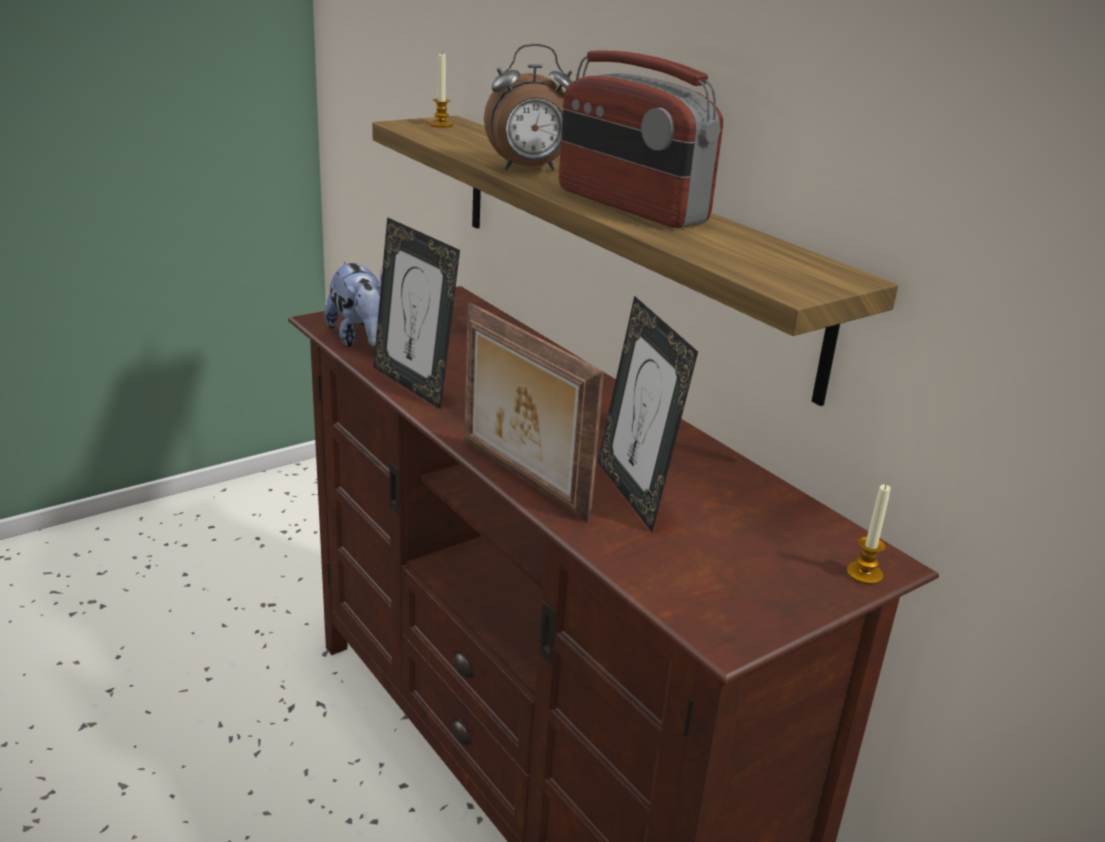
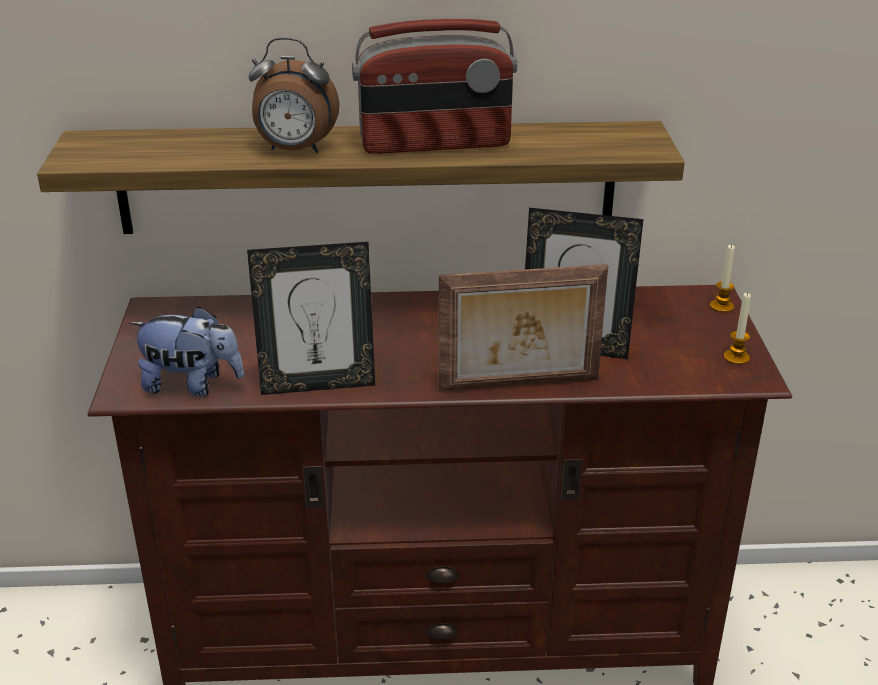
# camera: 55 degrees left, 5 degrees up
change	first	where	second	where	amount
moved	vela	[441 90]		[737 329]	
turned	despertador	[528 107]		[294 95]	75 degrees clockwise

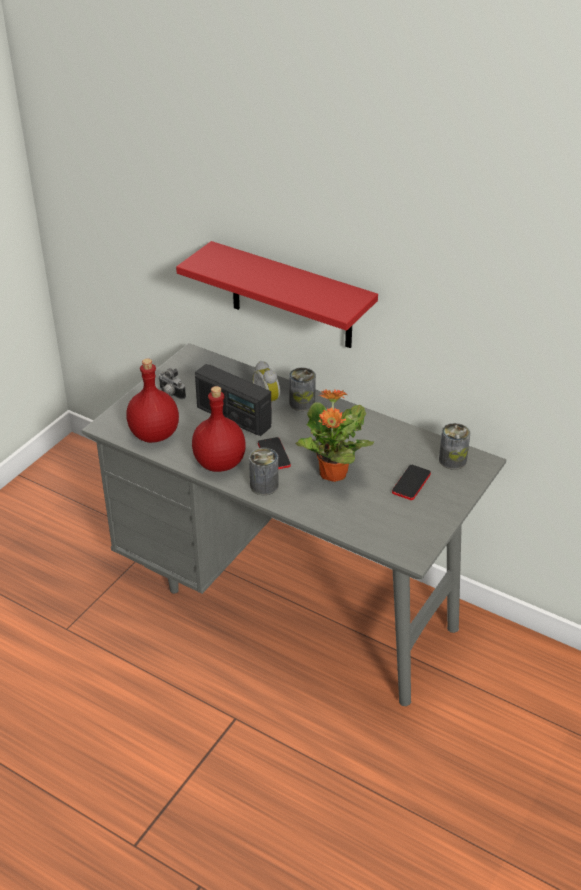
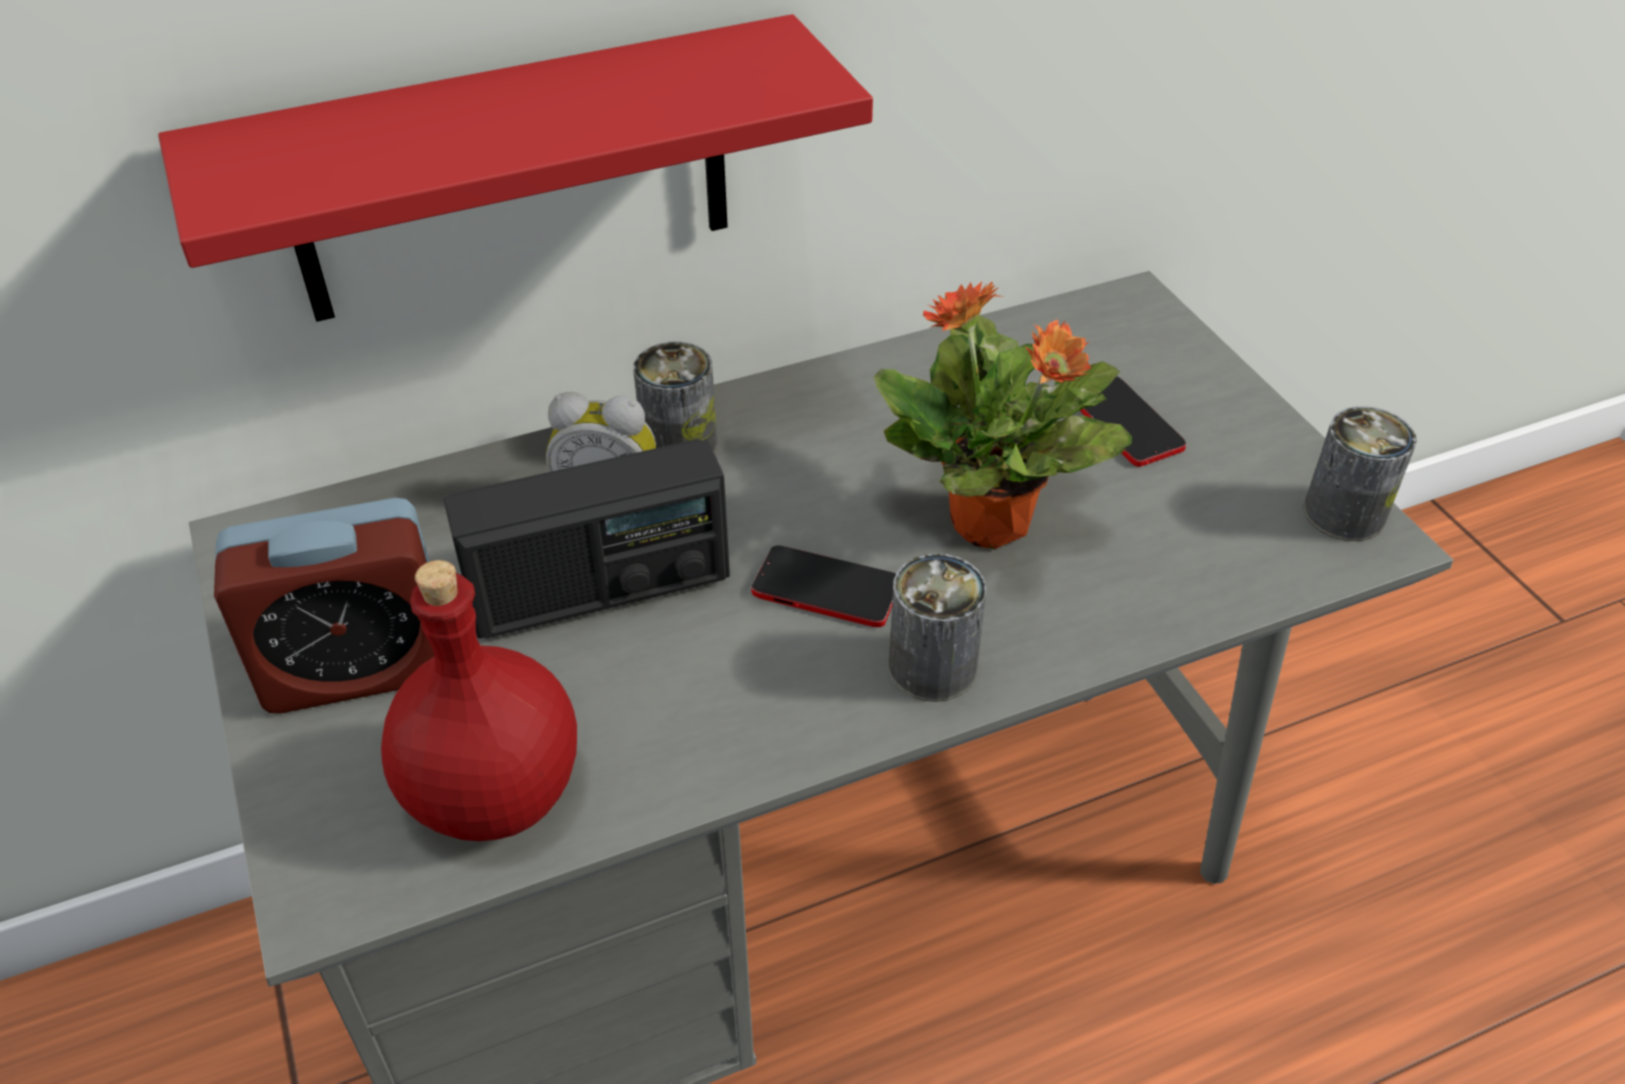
# camera: 55 degrees left, 5 degrees up
change	first	where	second	where	amount
removed	botella (rojo)	[219 429]			
moved	lata	[454 446]		[1360 473]	
replaced	cámara	[172 383]	despertador	[324 606]	

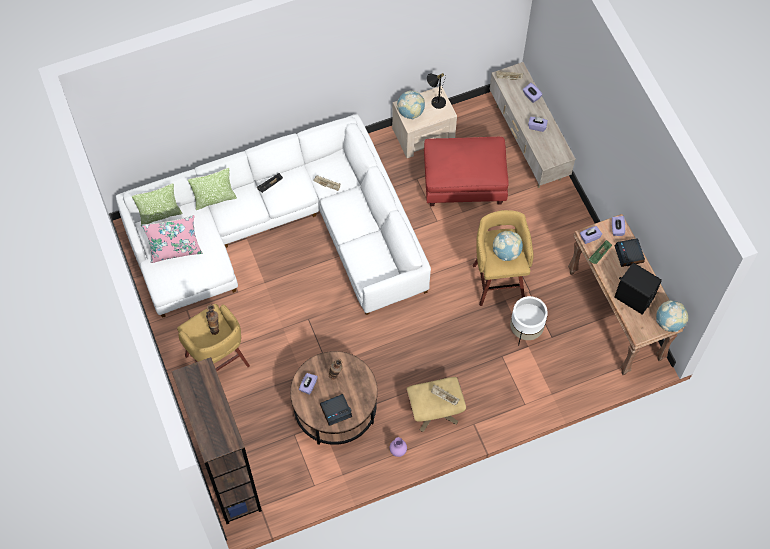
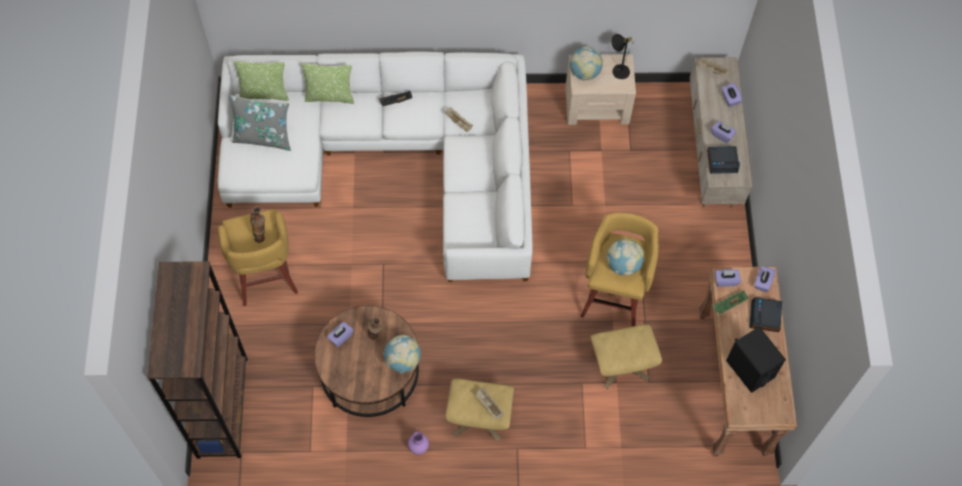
# camera: 20 degrees right, 0 degrees up
change	first	where	second	where	amount
removed	puf (rojo)	[466 171]			
moved	despertador	[336 410]		[723 160]	
moved	globo terráqueo	[672 316]		[402 354]	
replaced	maceta (blanco)	[529 321]	puf (beis)	[626 356]	
recoloured	cojín (rosa)	[172 239]	cojín (gris)	[259 123]	

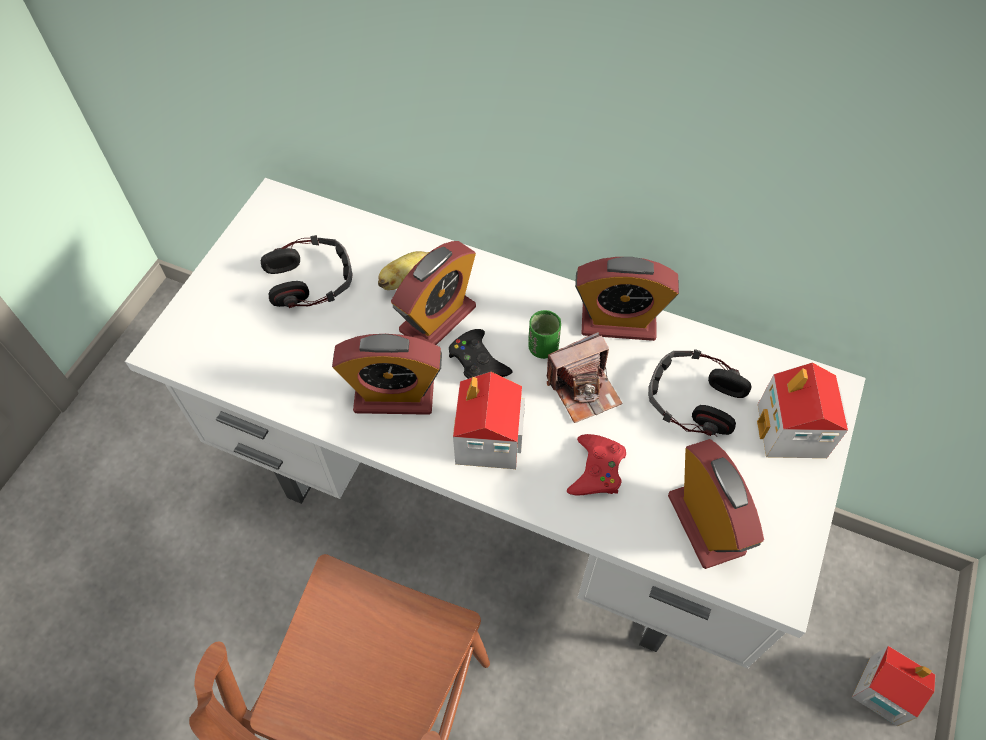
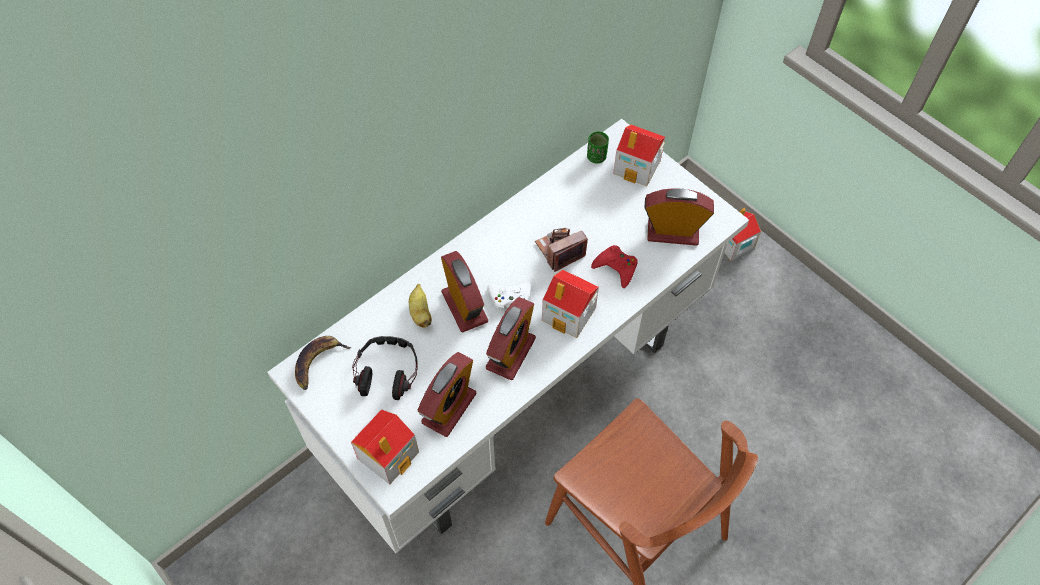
# camera: 65 degrees left, 0 degrees up
change	first	where	second	where	amount
removed	auriculares	[700 392]			
added			plátano	[323 363]	
added			casita	[385 447]	
moved	taza (verde)	[544 334]		[598 147]	
moved	despertador	[627 299]		[447 394]	
recoloured	mando de consola (negro)	[481 354]	mando de consola (blanco)	[509 296]	
turned	cámara	[584 377]		[561 250]	120 degrees counterclockwise

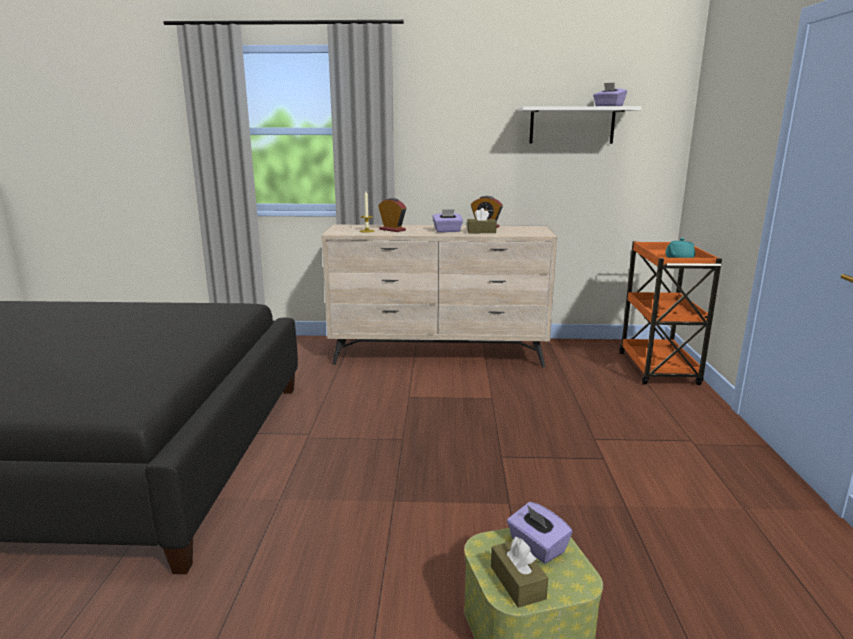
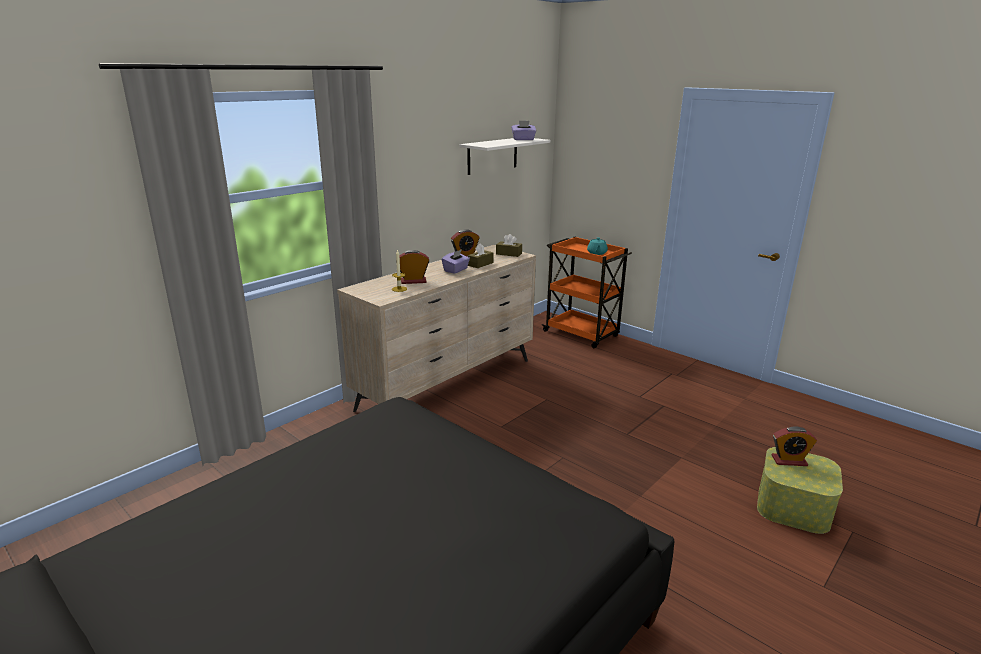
# camera: 50 degrees left, 5 degrees up
change	first	where	second	where	amount
moved	caja de pañuelos (marrón)	[519 572]		[509 245]	
replaced	caja de pañuelos (morado)	[540 533]	despertador	[794 446]	

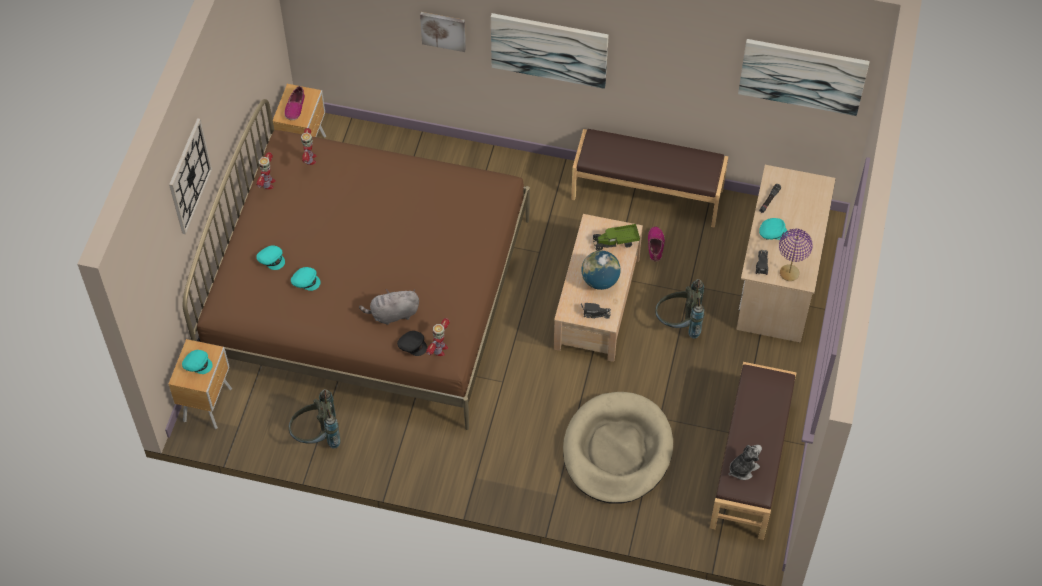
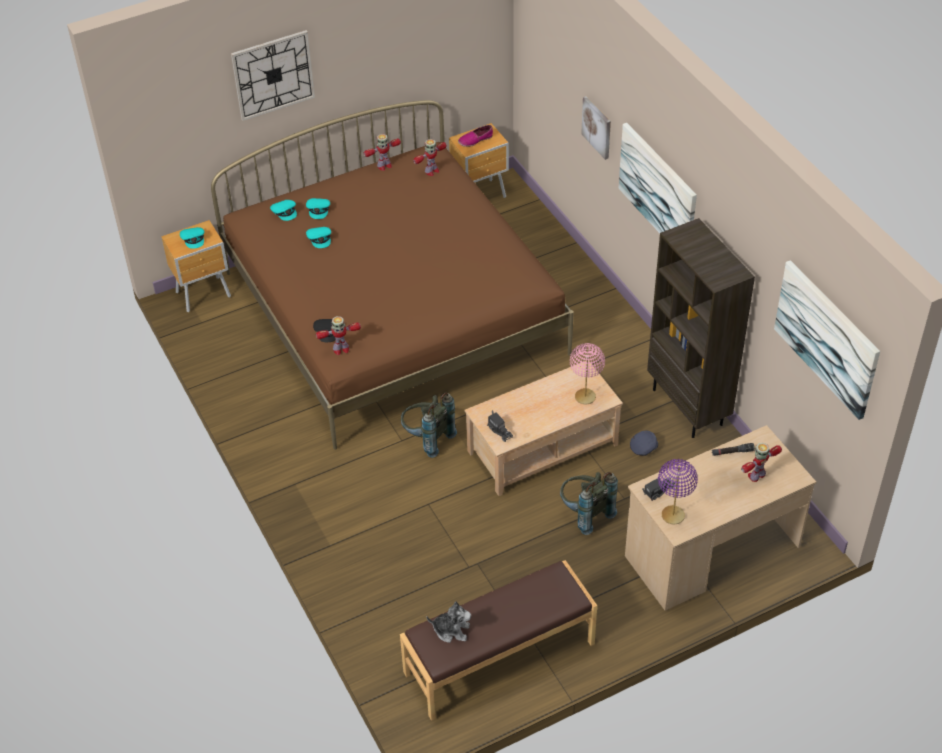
# camera: 50 degrees right, 10 degrees down
change	first	where	second	where	amount
removed	peluche (gris)	[389 307]			
removed	cama para perro (beis)	[618 448]			
removed	globo terráqueo	[601 270]			
added			robot de juguete	[761 462]	
moved	mochila (gris)	[314 419]		[429 425]	
moved	gorra (turquesa)	[773 229]		[283 210]	
replaced	banco (marrón)	[649 178]	estantería (marrón)	[701 328]	
replaced	camión de juguete	[616 237]	lámpara de mesa (rosa)	[587 374]	
replaced	zapato	[656 244]	gorra (gris)	[644 443]	

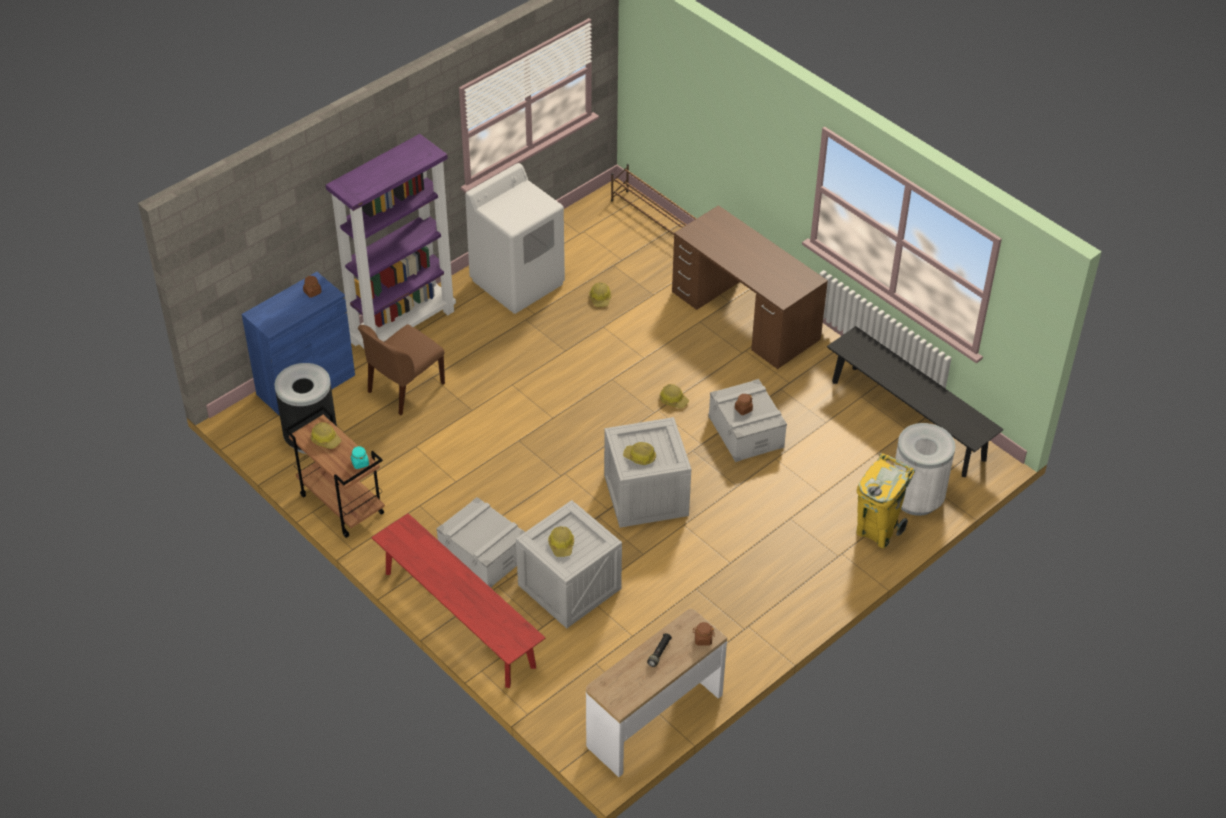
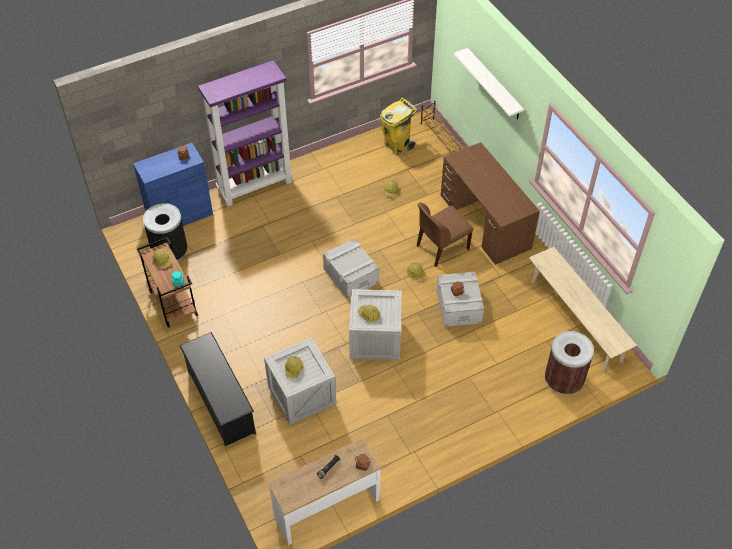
# camera: 15 degrees right, 5 degrees up
change	first	where	second	where	amount
removed	lavadora (blanco)	[515 238]			
added			estante (blanco)	[489 83]	
moved	silla (marrón)	[401 369]		[444 234]	
moved	caja de almacenaje (gris)	[480 542]		[351 268]	
moved	papelera (amarillo)	[885 500]		[398 127]	
replaced	banco (rojo)	[458 600]	zapatero (negro)	[217 389]	
recoloured	banco (negro)	[915 401]	banco (beis)	[583 309]	
recoloured	papelera (blanco)	[924 469]	papelera (marrón)	[569 363]	

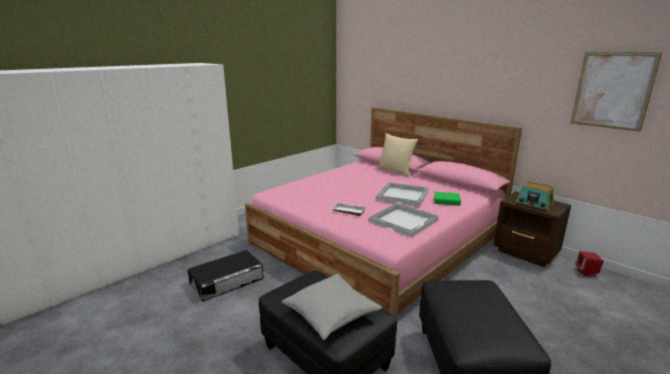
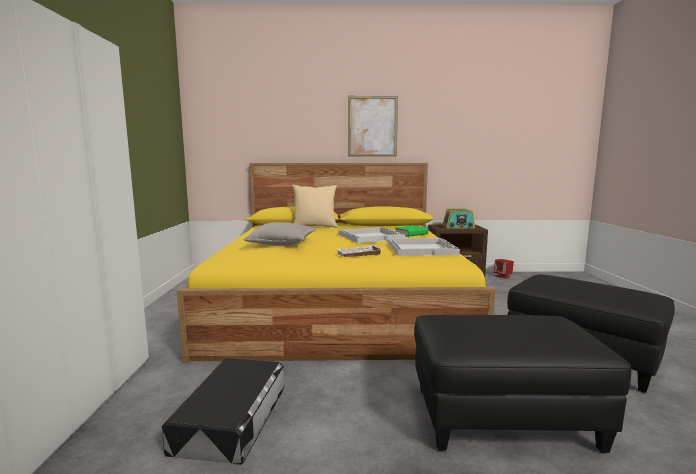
# camera: 45 degrees left, 10 degrees down
change	first	where	second	where	amount
moved	cojín (gris)	[332 307]		[280 234]	
moved	cuadro	[616 92]		[373 126]	
recoloured	cama (rosa)	[383 212]	cama (amarillo)	[336 263]	

